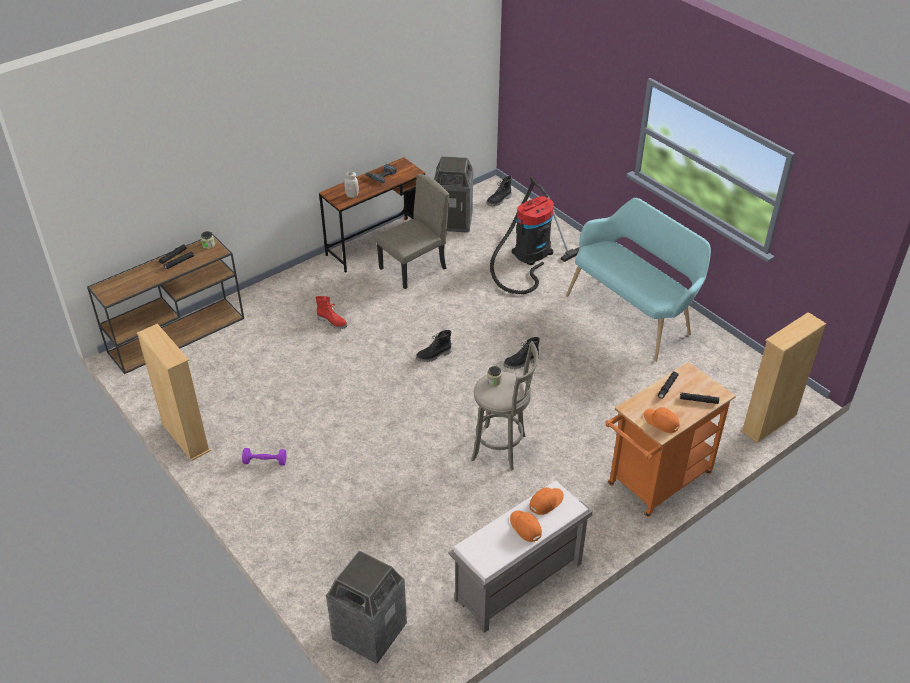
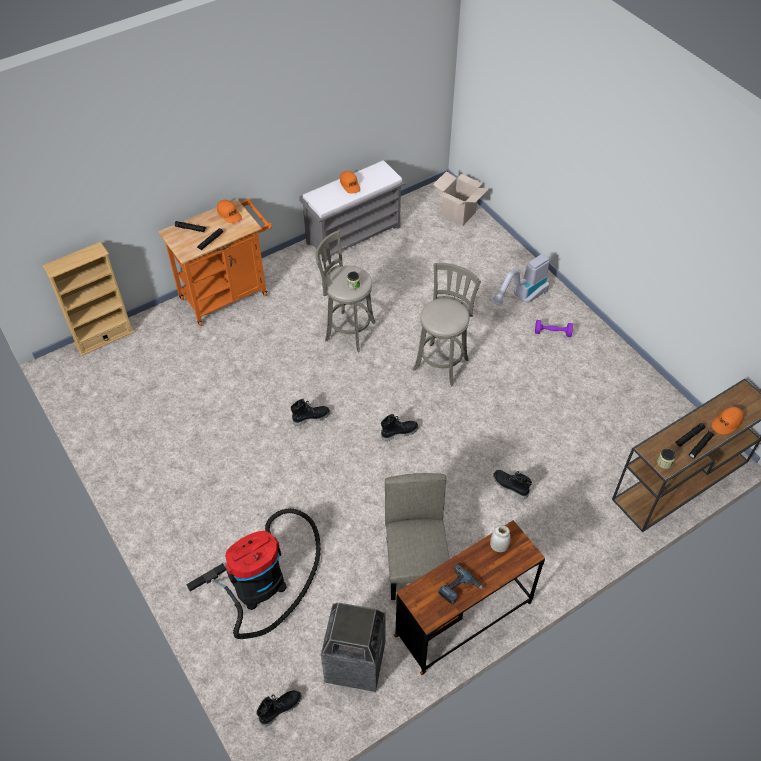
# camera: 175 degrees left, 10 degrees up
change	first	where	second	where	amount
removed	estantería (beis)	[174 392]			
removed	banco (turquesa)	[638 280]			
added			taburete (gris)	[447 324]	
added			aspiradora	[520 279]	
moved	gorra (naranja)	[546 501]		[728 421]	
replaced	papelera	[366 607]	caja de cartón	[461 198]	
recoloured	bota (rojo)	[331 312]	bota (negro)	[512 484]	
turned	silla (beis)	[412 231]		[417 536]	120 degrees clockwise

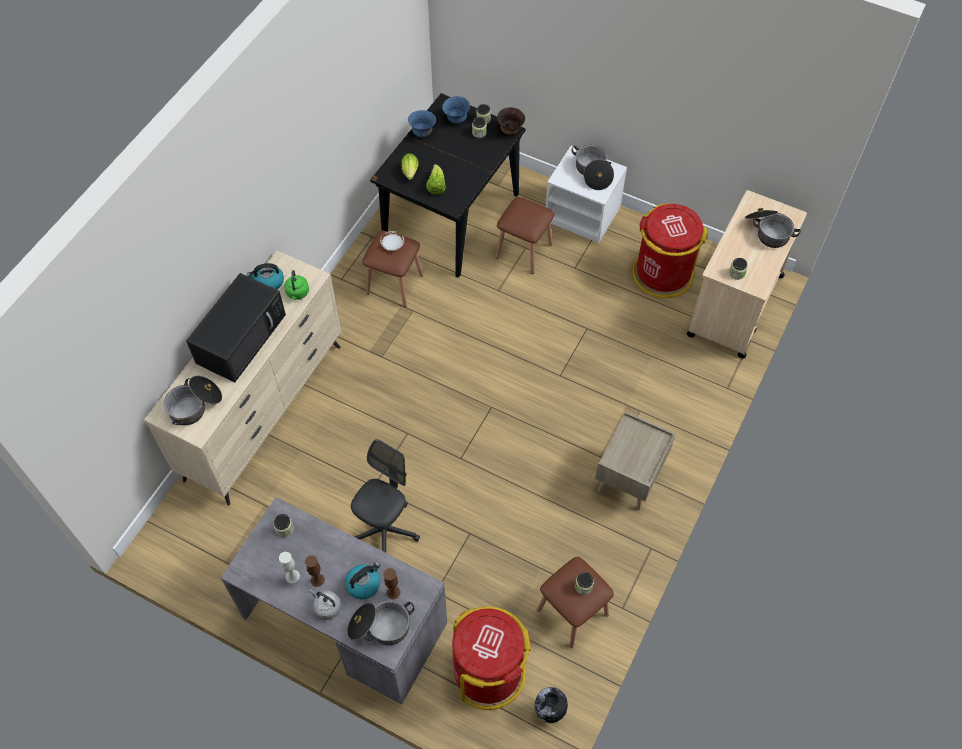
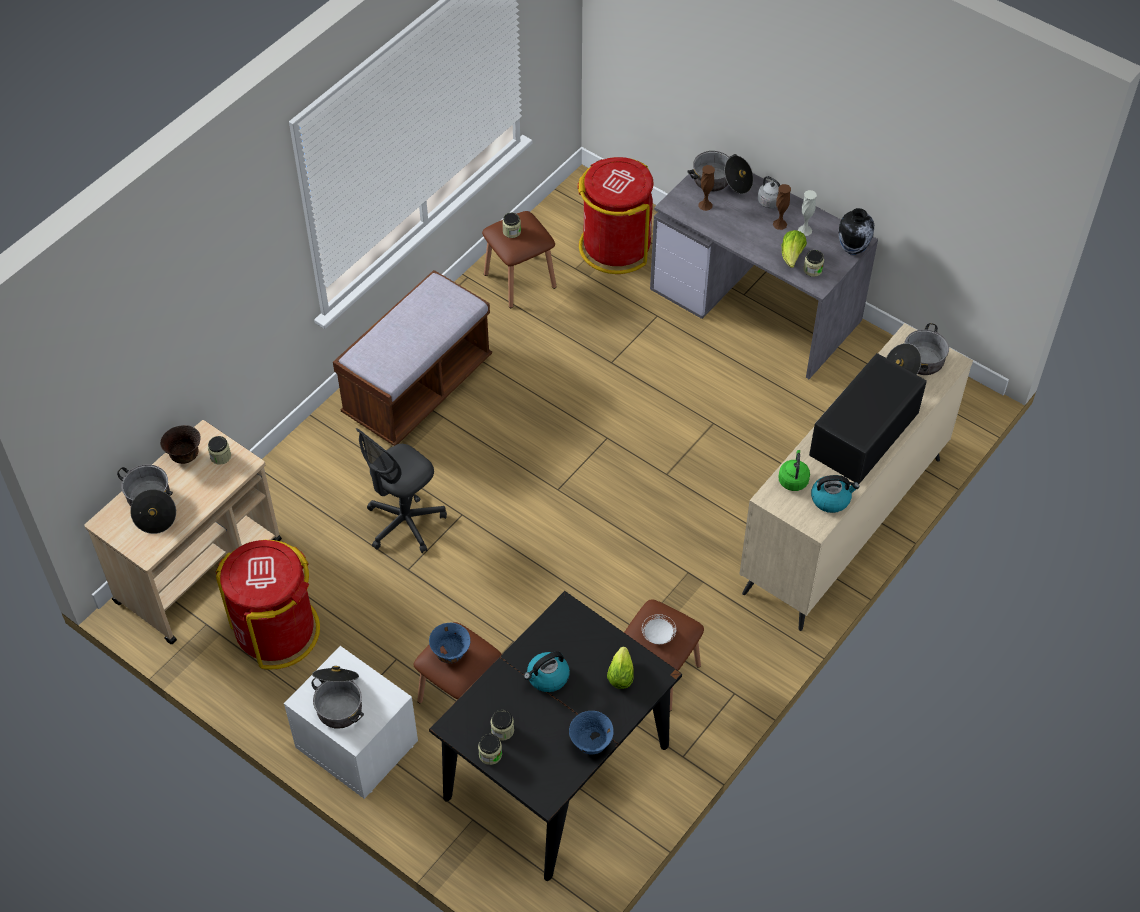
# camera: 170 degrees left, 5 degrees down
change	first	where	second	where	amount
moved	hervidor	[362 580]		[547 671]	
moved	silla de oficina (gris)	[385 496]		[401 490]	
moved	lechuga	[436 179]		[794 249]	
moved	cuenco (azul)	[456 110]		[449 643]	
moved	cuenco (marrón)	[511 121]		[180 444]	
moved	florero	[551 705]		[856 231]	
replaced	mesita de noche (beis)	[635 460]	banco (marrón)	[412 358]	

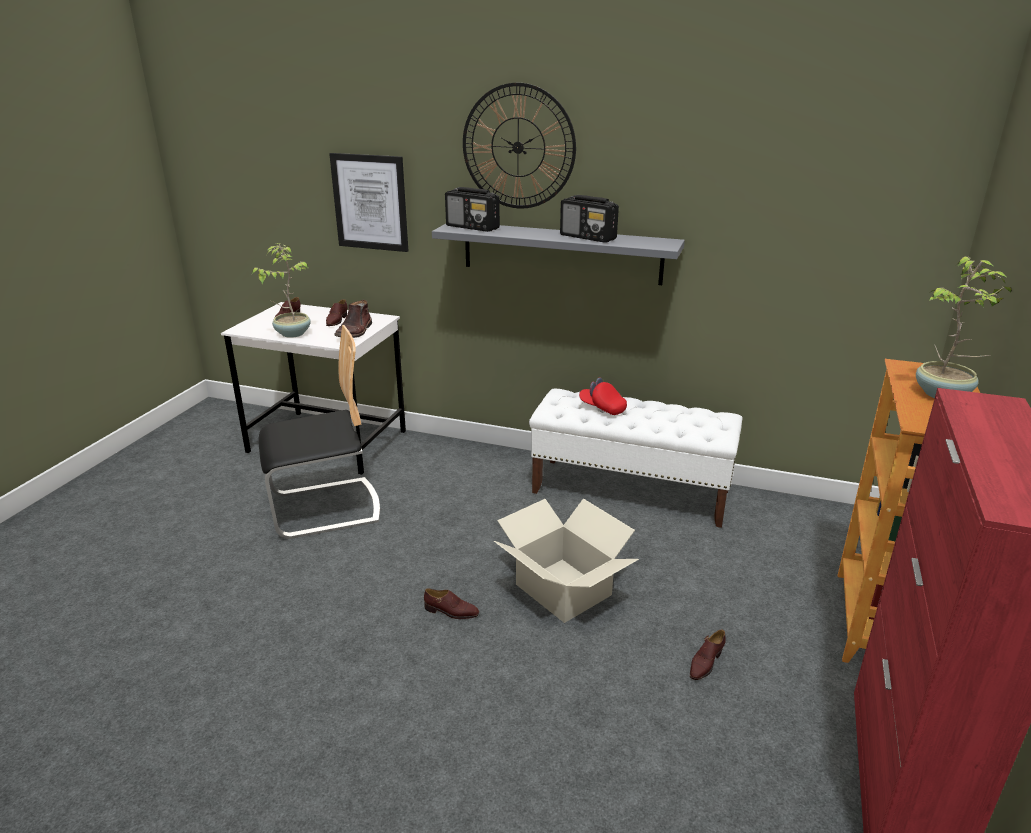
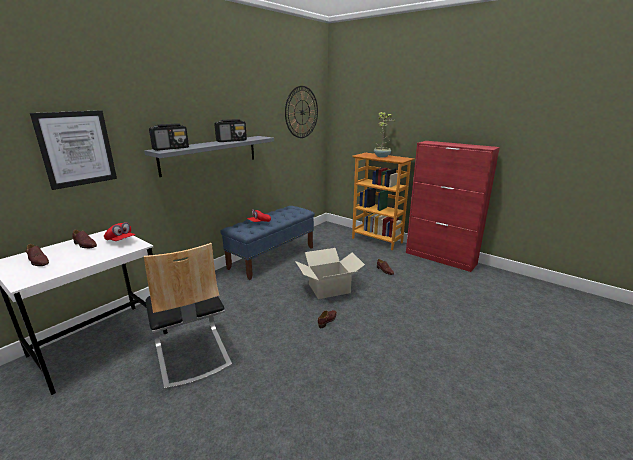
# camera: 70 degrees left, 5 degrees down
change	first	where	second	where	amount
removed	planta en maceta	[281 290]			
moved	reloj de pared	[519 145]		[301 112]	
replaced	bota (marrón)	[353 319]	gorra (rojo)	[120 231]	
recoloured	banco (blanco)	[635 458]	banco (azul)	[267 243]	
turned	silla	[319 432]		[188 316]	150 degrees clockwise

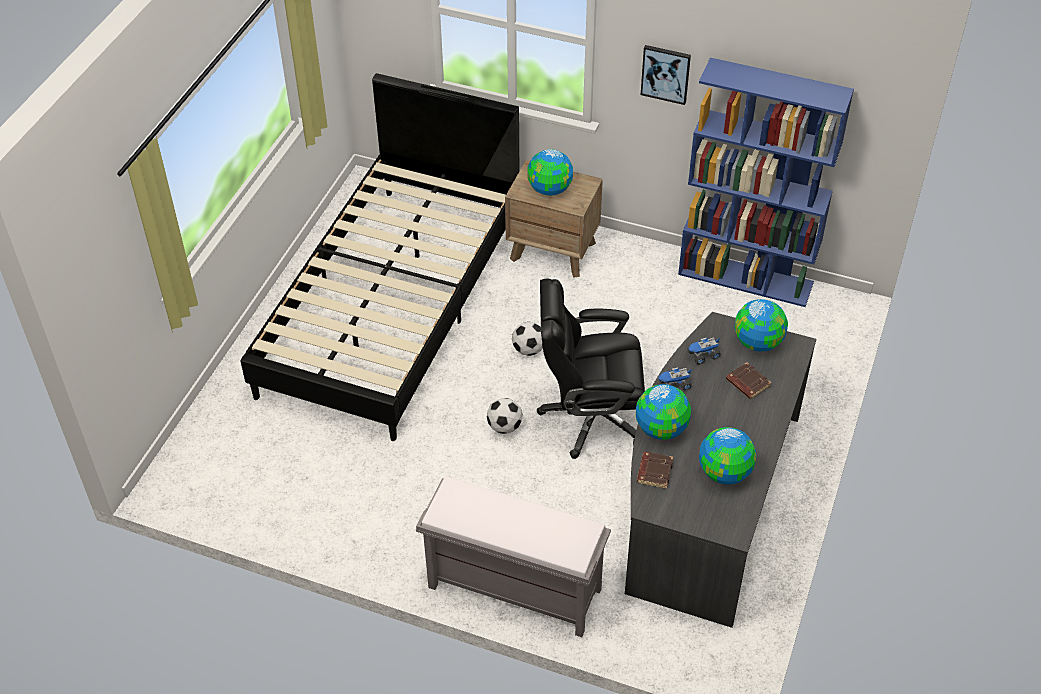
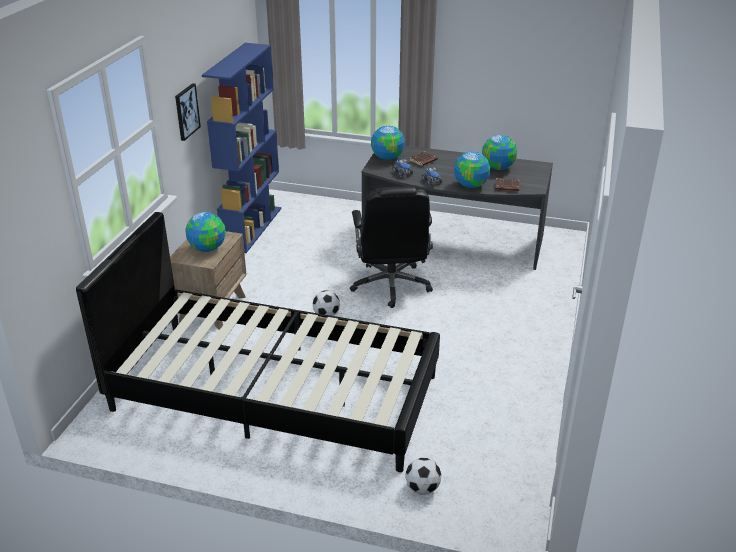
# camera: 95 degrees left, 15 degrees down
change	first	where	second	where	amount
removed	banco (gris)	[513 556]			
moved	balón de fútbol	[505 416]		[423 476]	

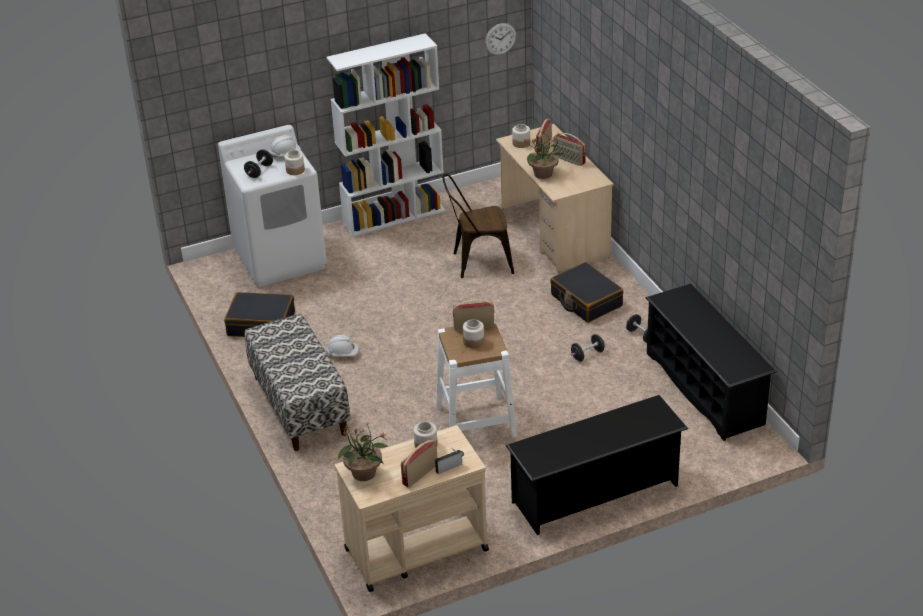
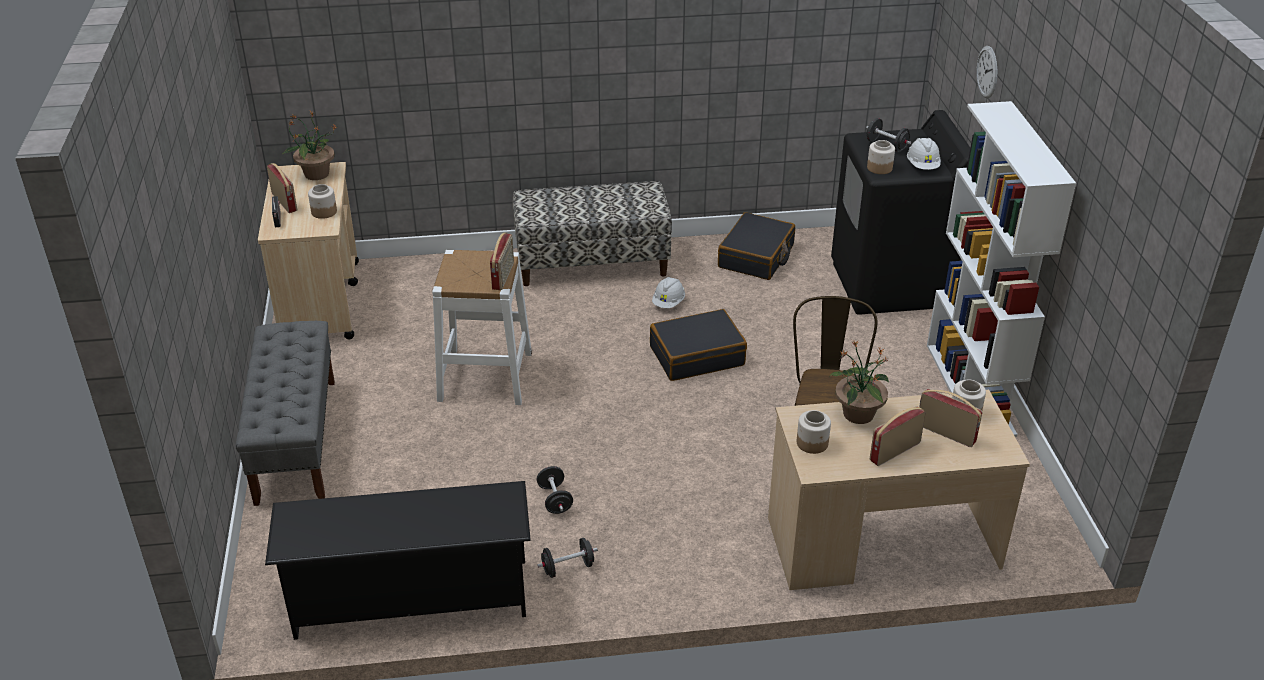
# camera: 105 degrees right, 0 degrees up
change	first	where	second	where	amount
moved	tarro	[473 333]		[814 432]	
moved	reloj de pared	[500 39]		[986 72]	
moved	maleta (negro)	[587 292]		[698 345]	
replaced	zapatero (negro)	[597 465]	banco (gris)	[285 413]	
recoloured	lavadora (blanco)	[272 206]	lavadora (negro)	[900 212]	

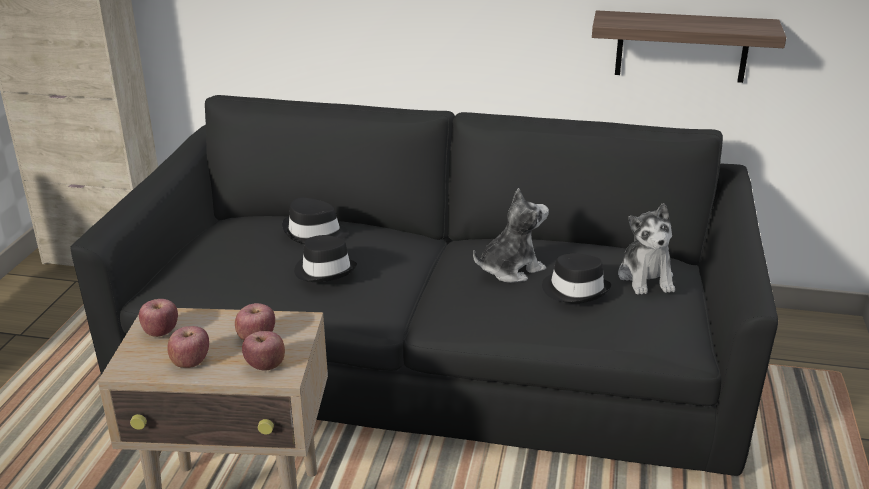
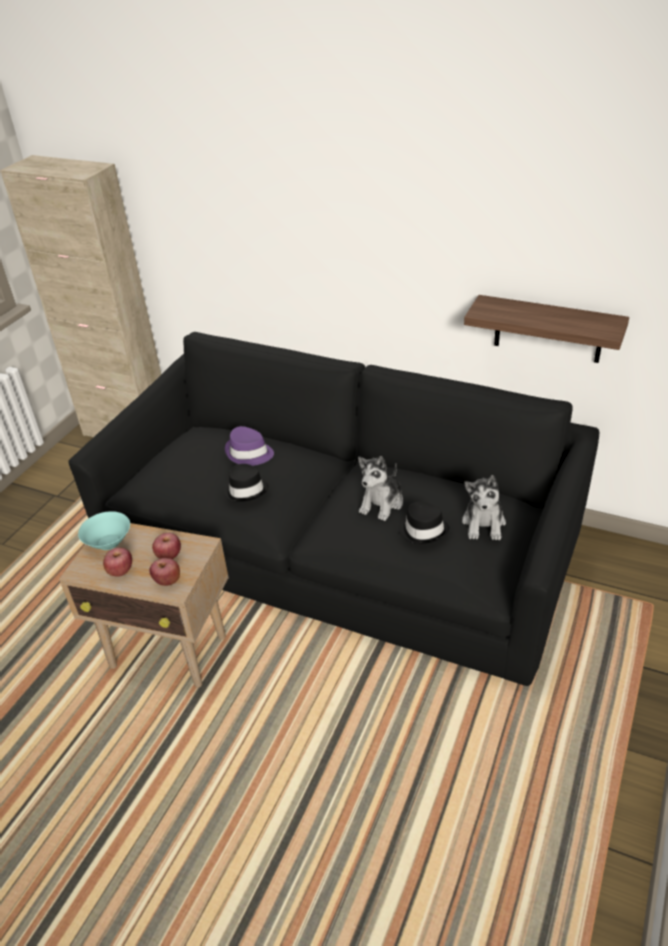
# camera: 15 degrees right, 10 degrees up
change	first	where	second	where	amount
replaced	manzana	[158 318]	cuenco (turquesa)	[104 530]	
recoloured	sombrero (negro)	[315 220]	sombrero (morado)	[249 446]	
turned	peluche	[511 235]		[380 488]	135 degrees clockwise

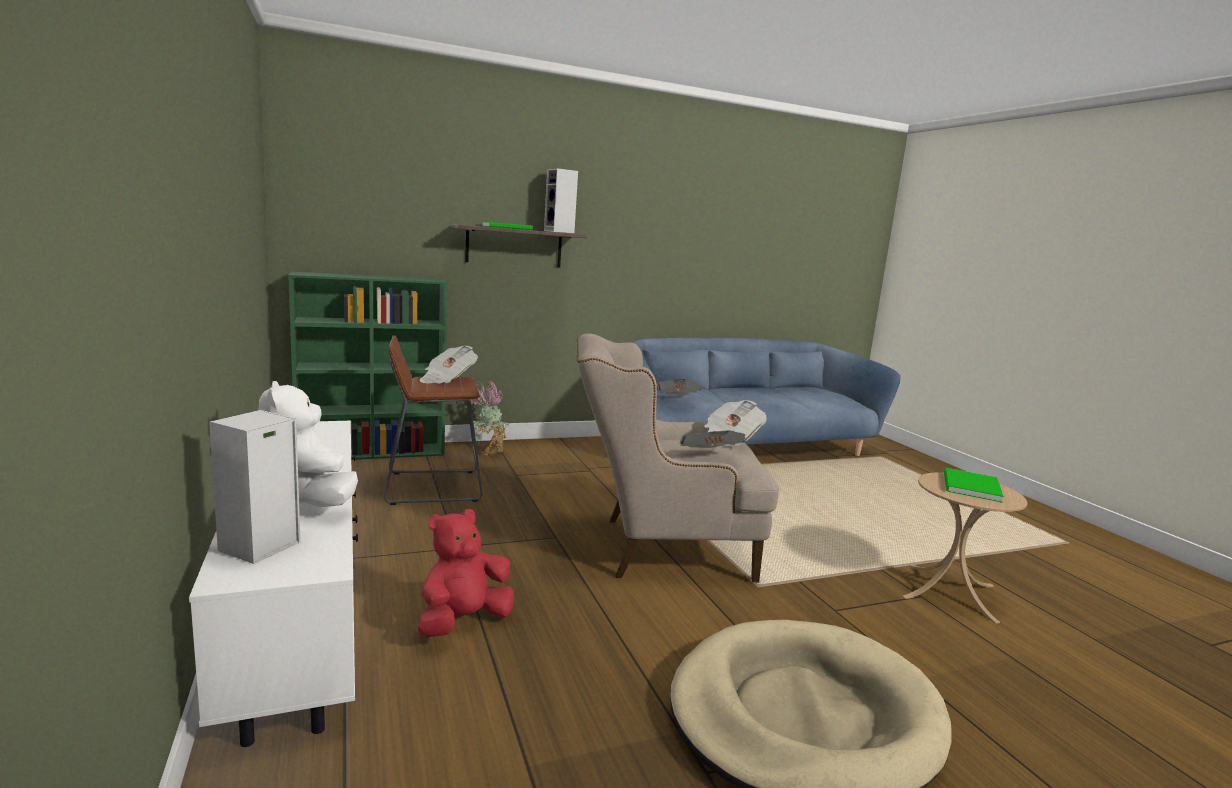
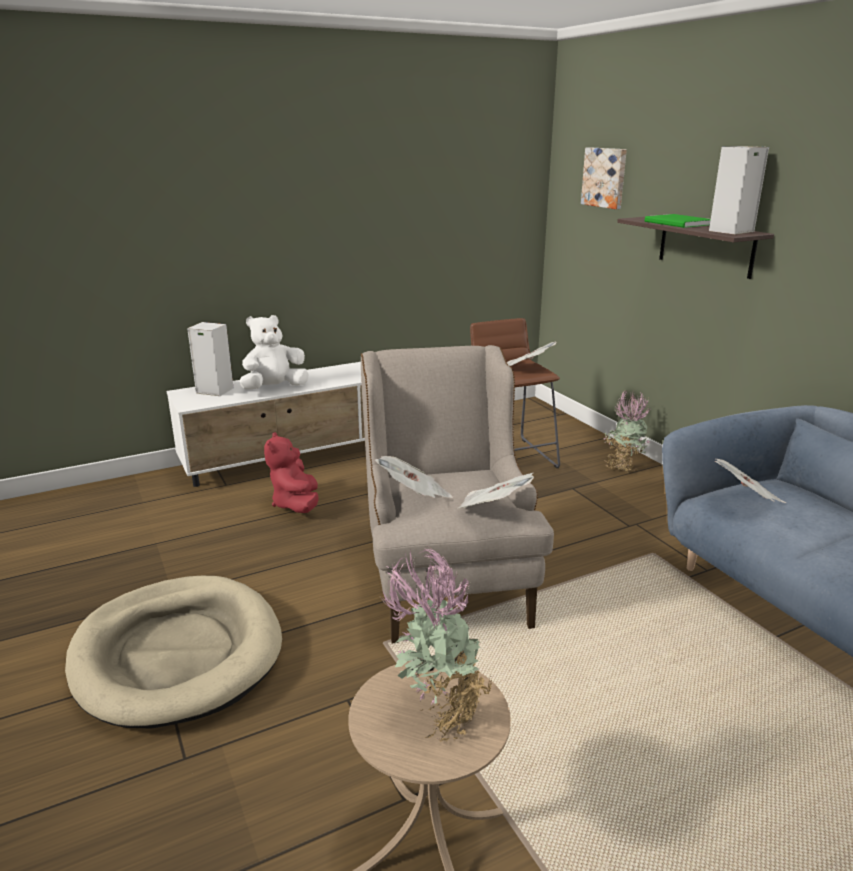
# camera: 85 degrees right, 10 degrees up
change	first	where	second	where	amount
removed	estantería (verde)	[368 366]			
added			cuadro	[604 178]	
replaced	libro (verde)	[974 485]	planta en maceta	[436 644]	
turned	peluche (rojo)	[466 573]		[291 472]	135 degrees counterclockwise

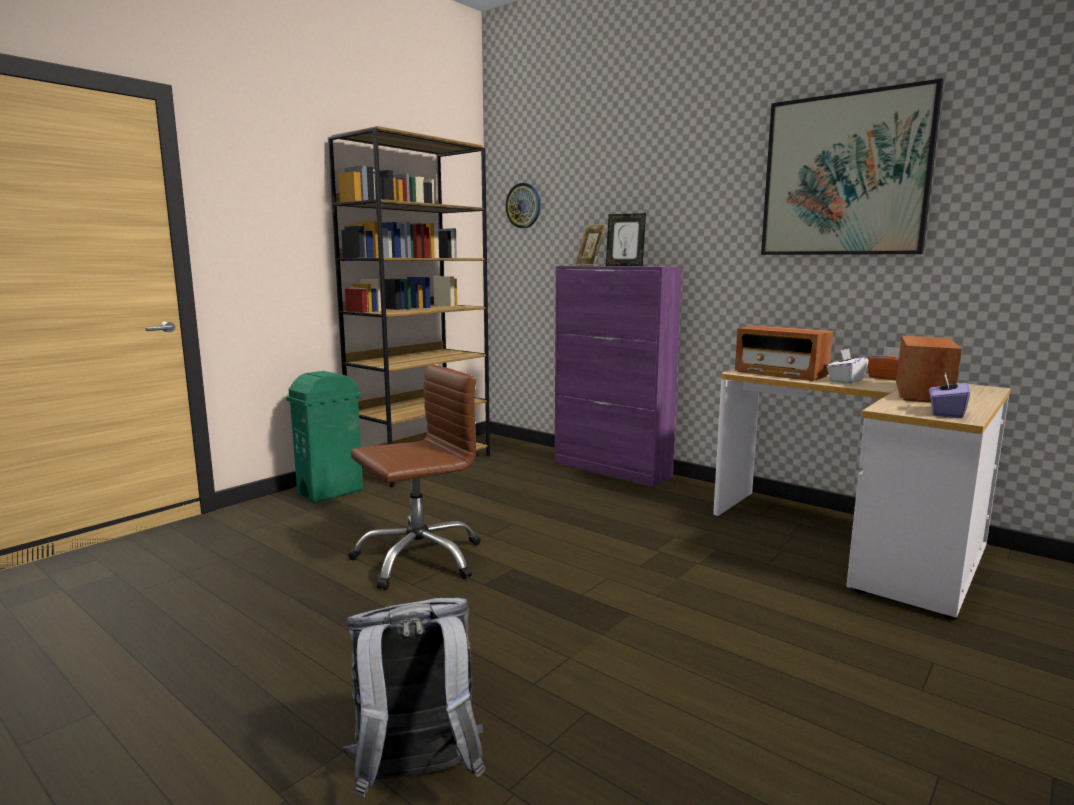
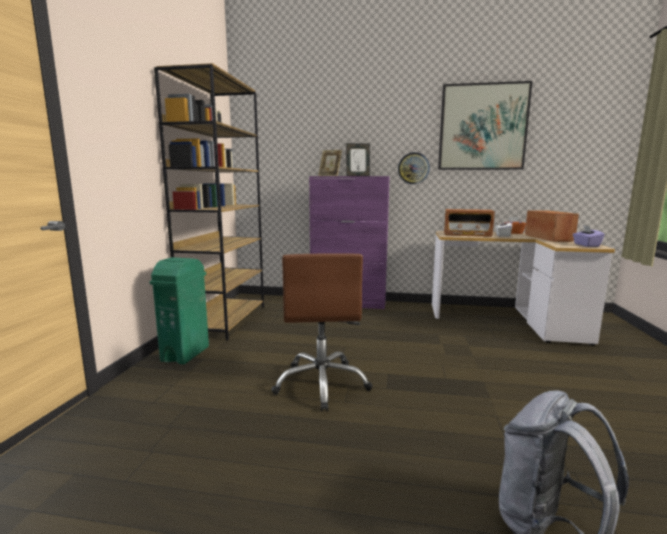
# camera: 30 degrees left, 0 degrees up
change	first	where	second	where	amount
moved	reloj de pared	[523 205]		[414 168]	
turned	silla de oficina (marrón)	[414 477]		[322 332]	150 degrees clockwise

